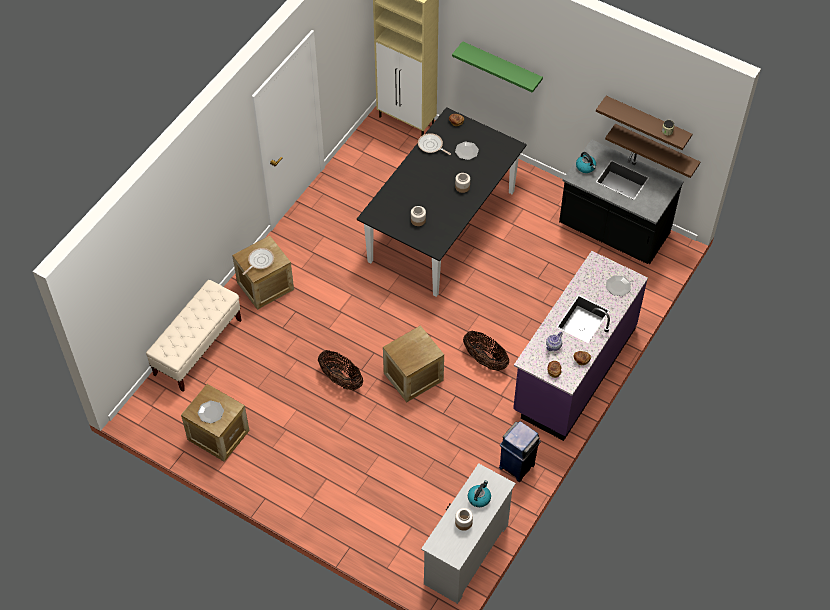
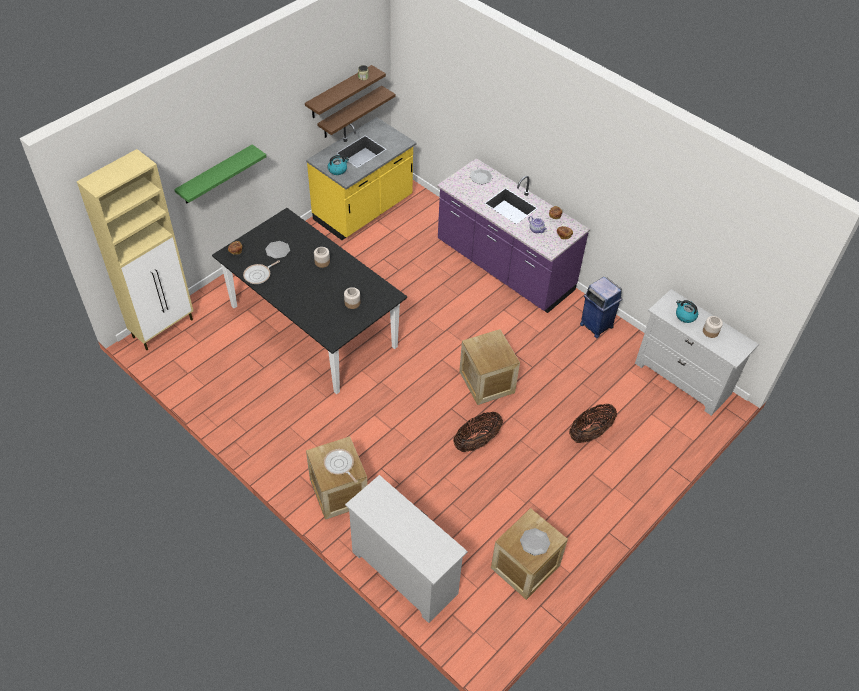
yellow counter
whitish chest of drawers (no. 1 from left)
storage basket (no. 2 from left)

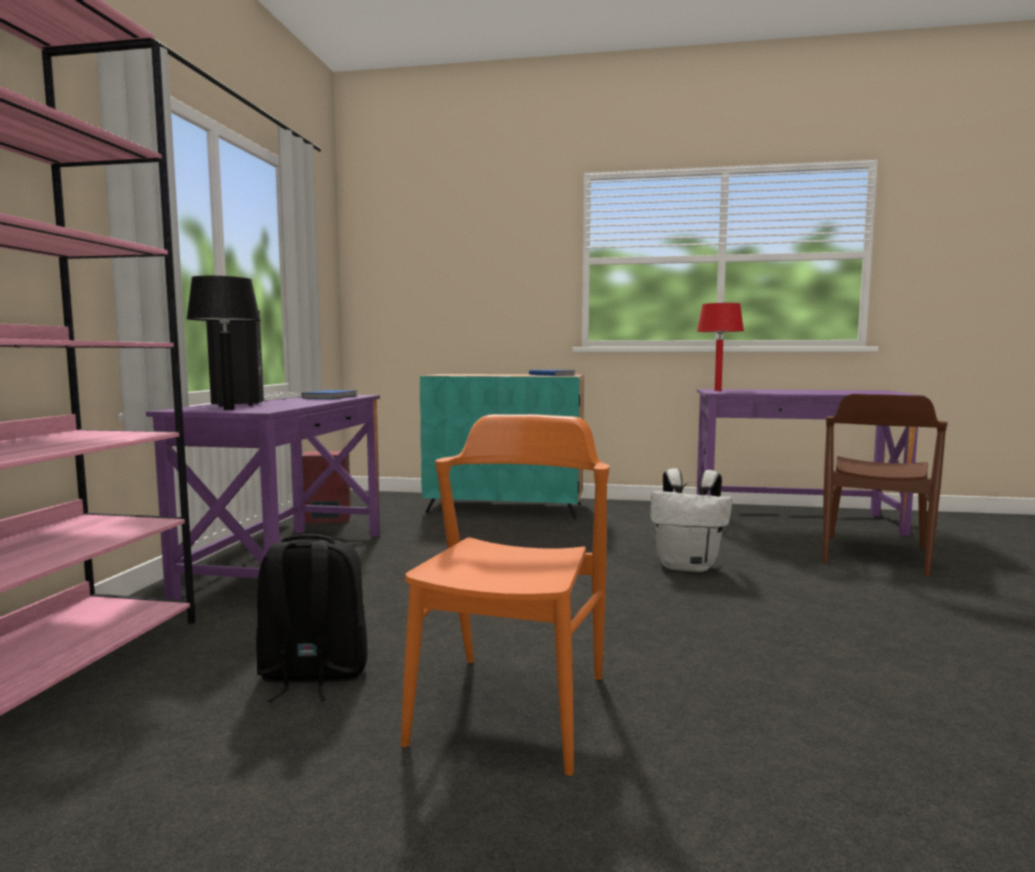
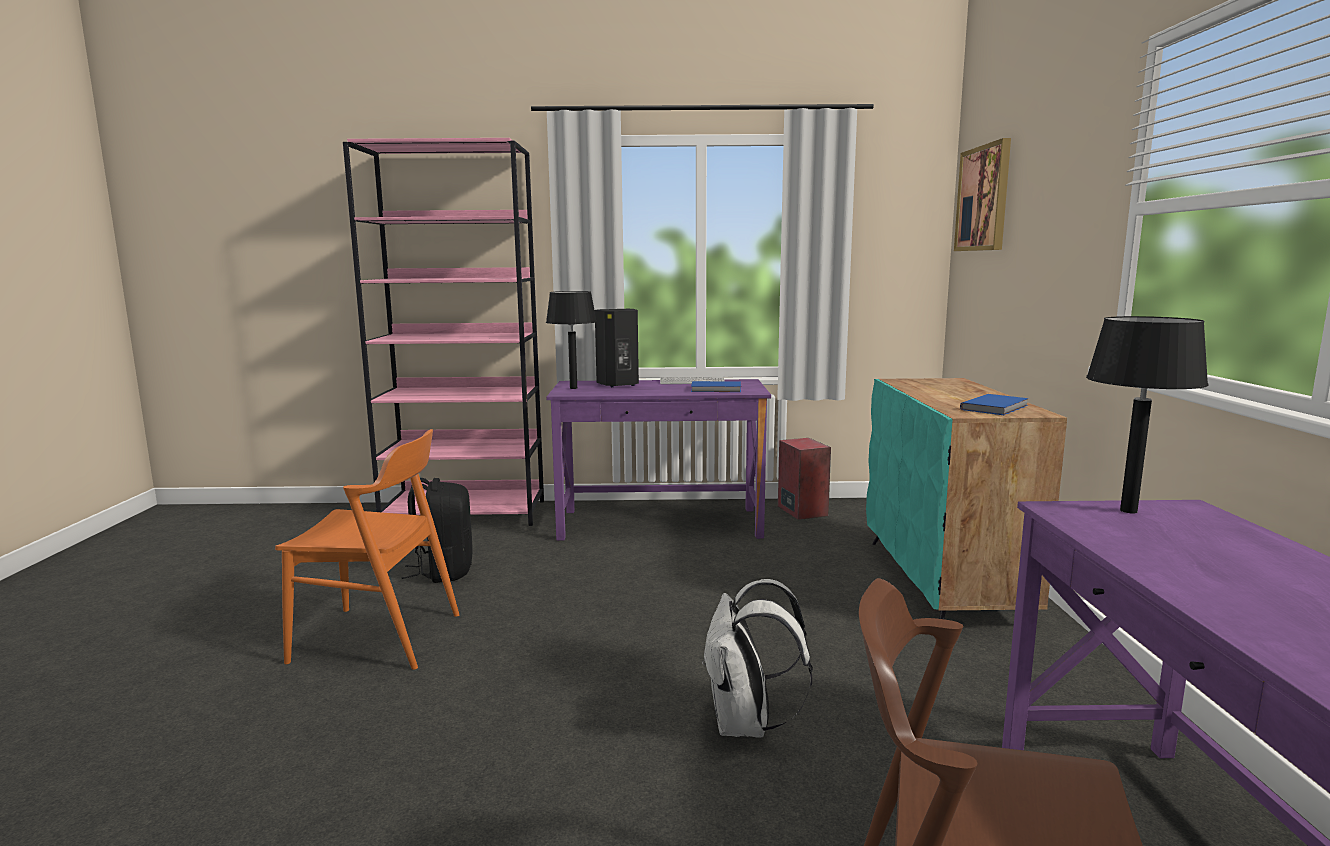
picture
black-coloured table lamp (no. 2 from left)

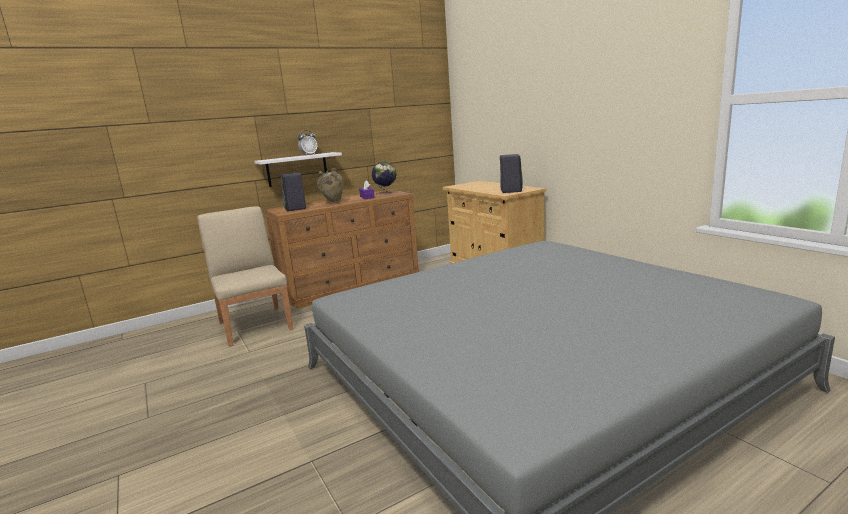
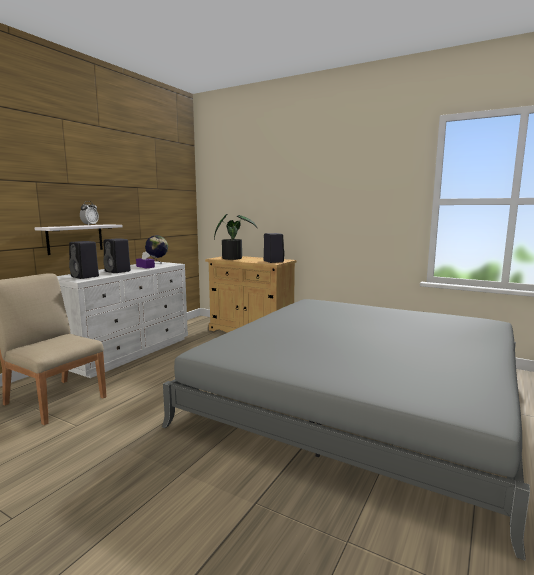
whitish chest of drawers
black-coloured loudspeaker (no. 2 from left)
potted plant

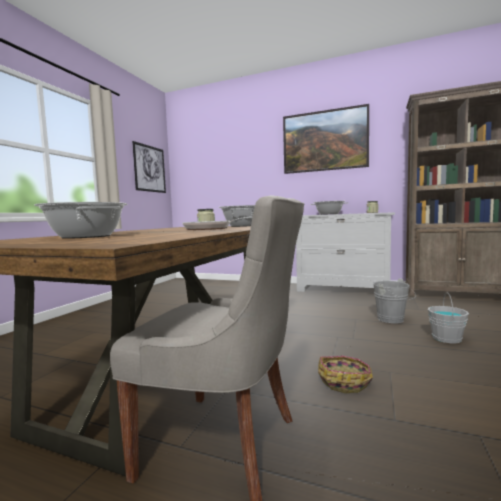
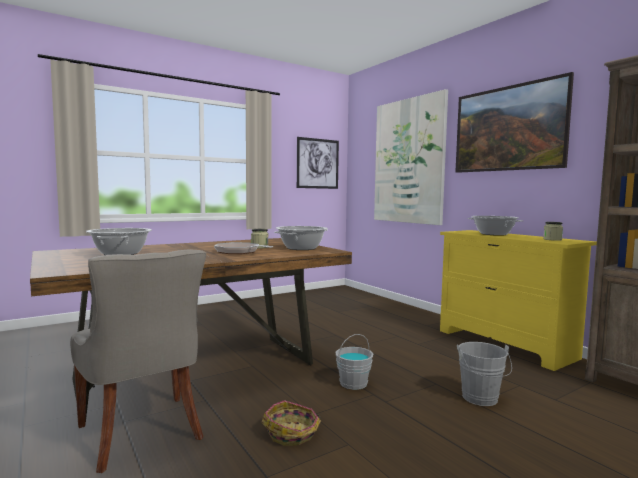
greyish water bucket (no. 1 from left)
picture (no. 2 from left)
yellow chest of drawers

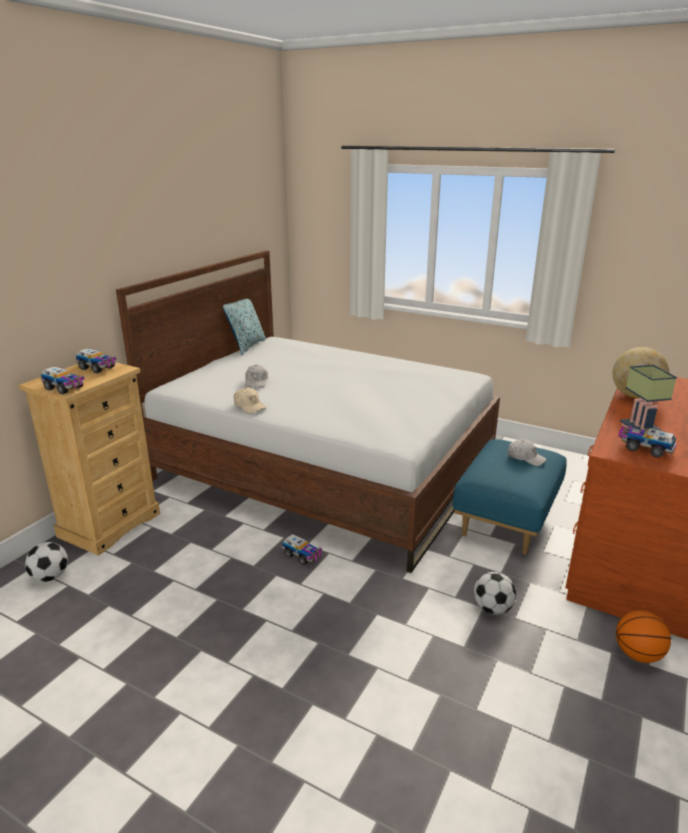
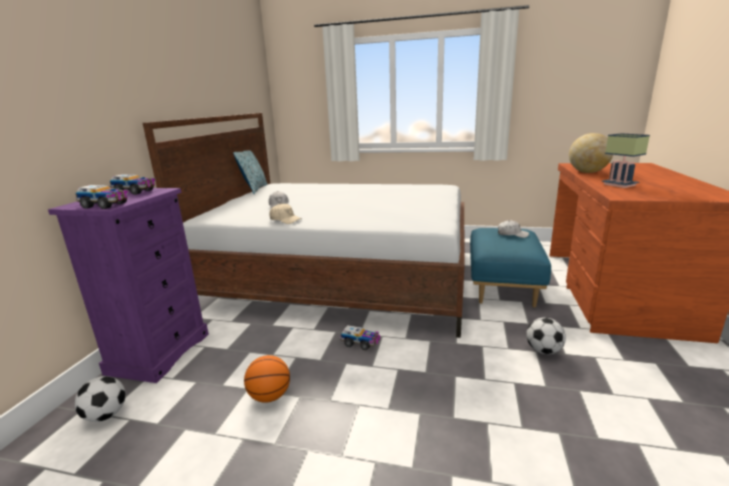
purple chest of drawers
basketball
toy lorry (no. 4 from left in the first image)

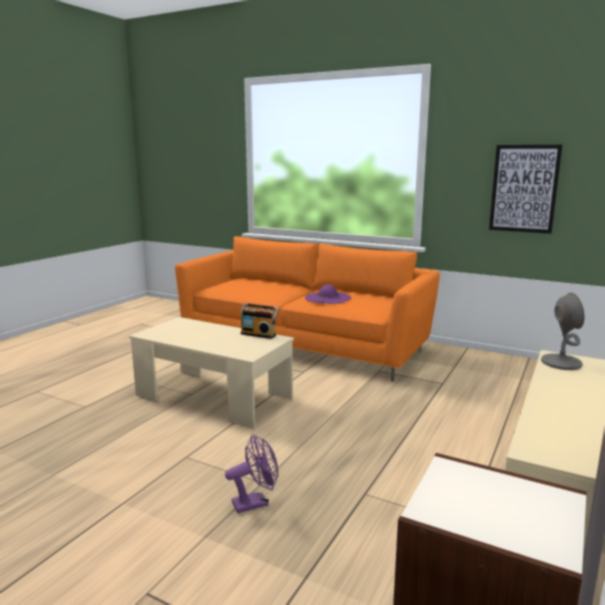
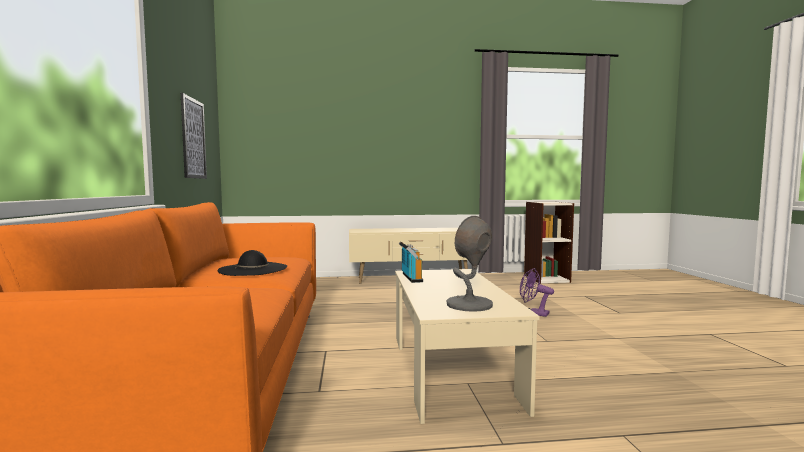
black-coloured wearable hat
greyish table lamp

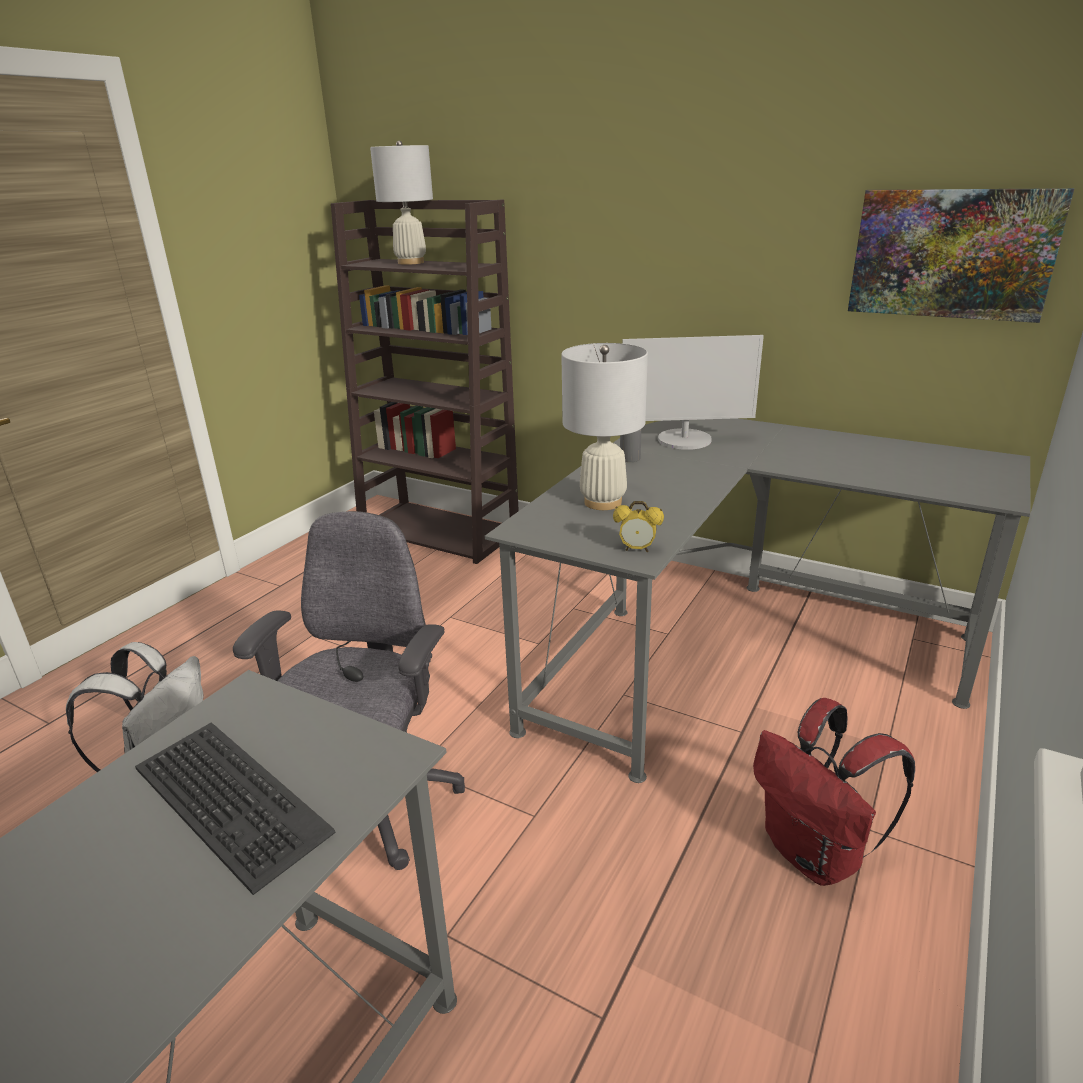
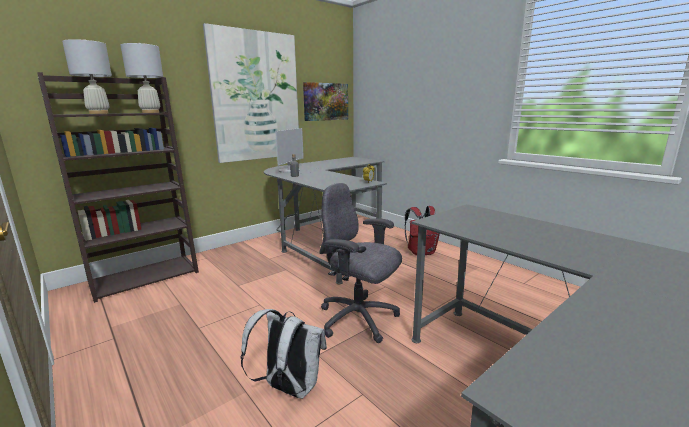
whitish table lamp (no. 2 from left)
picture (no. 1 from left)
PC keyboard

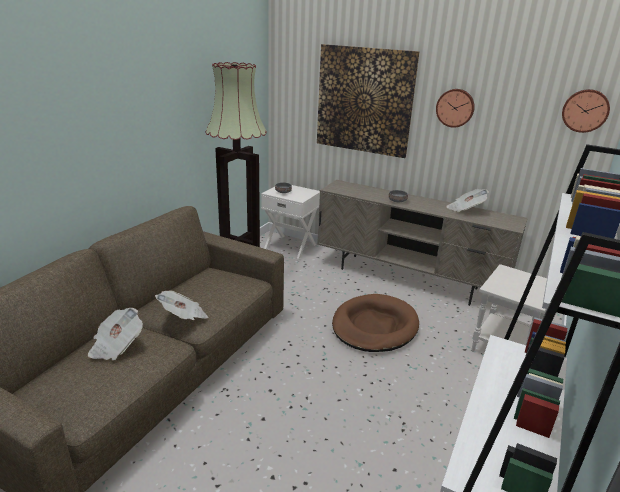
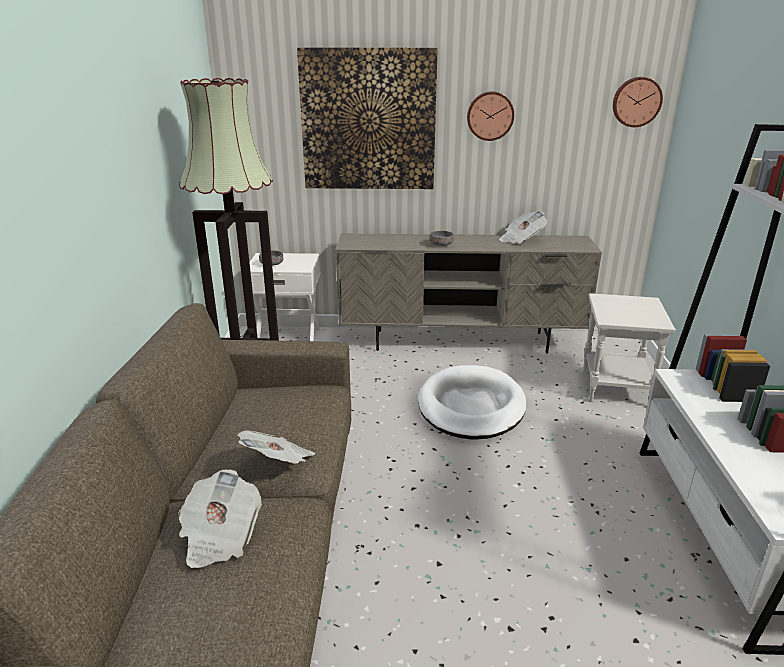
whitish dog bed

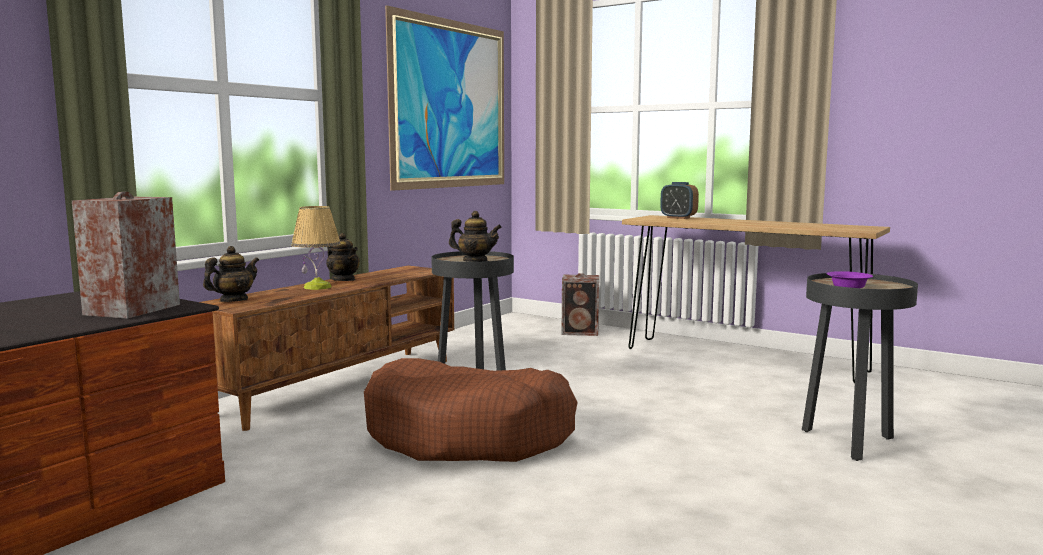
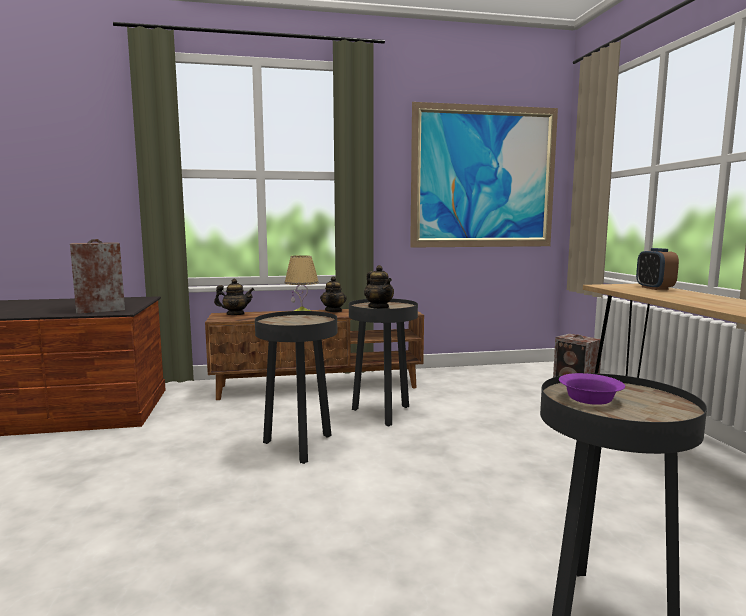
black-coloured side table (no. 1 from left)

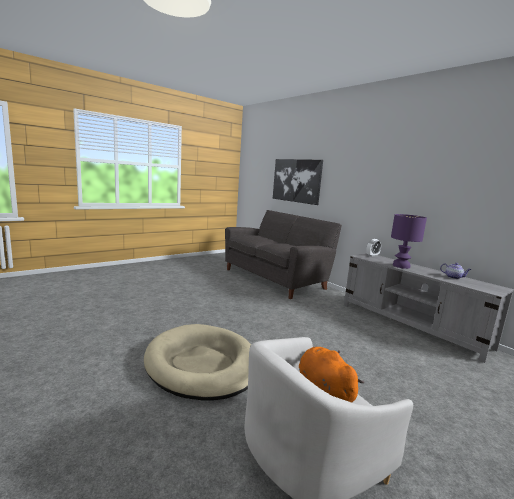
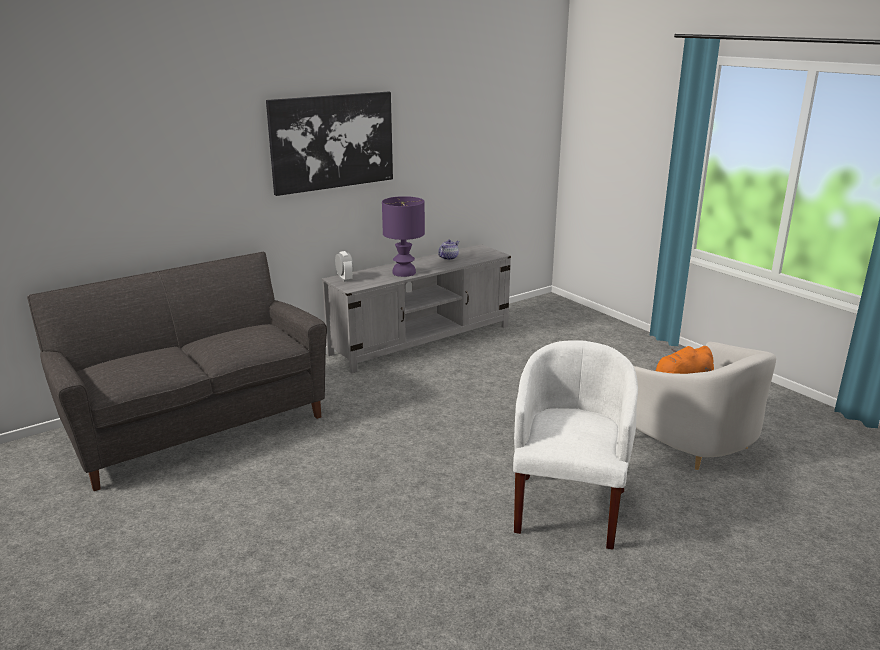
picture
whitish armchair (no. 1 from left)

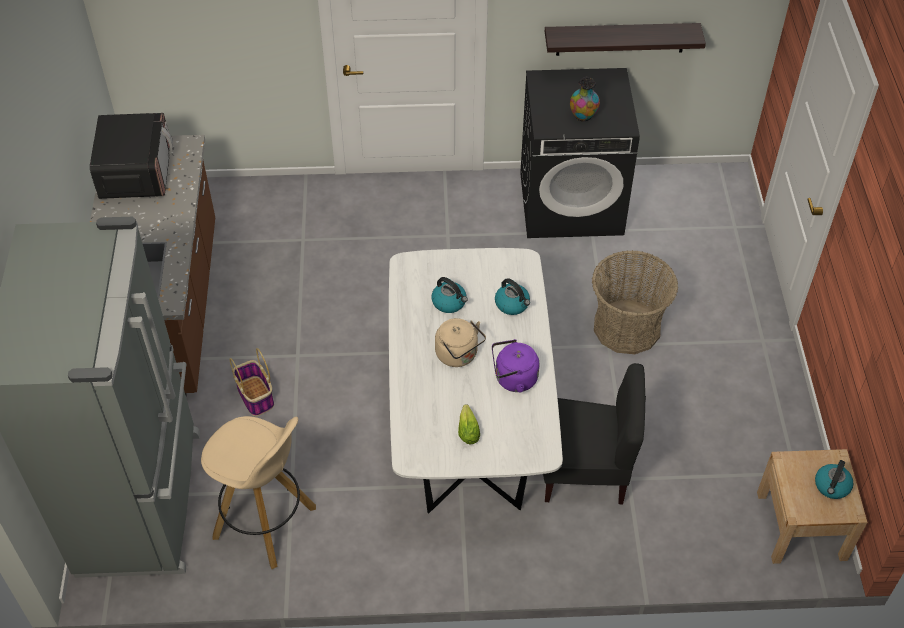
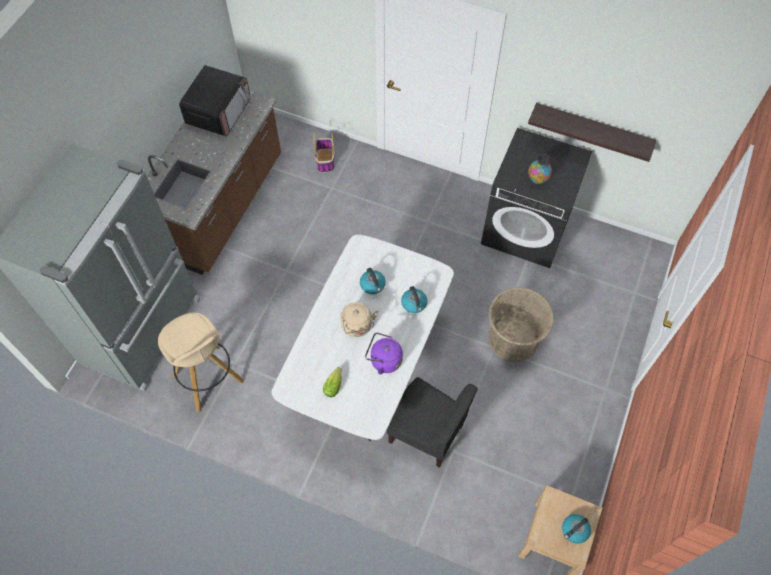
storage basket (no. 1 from left)

